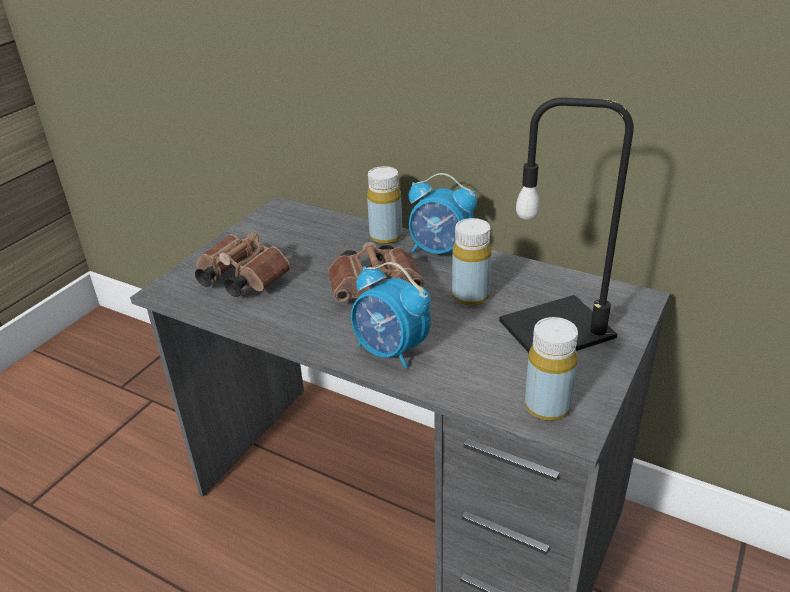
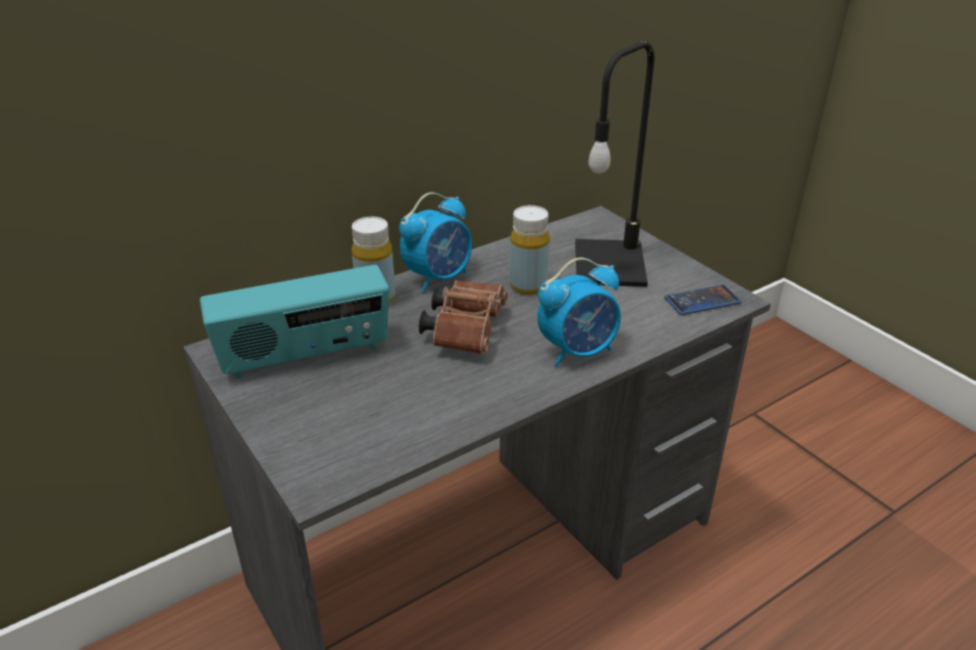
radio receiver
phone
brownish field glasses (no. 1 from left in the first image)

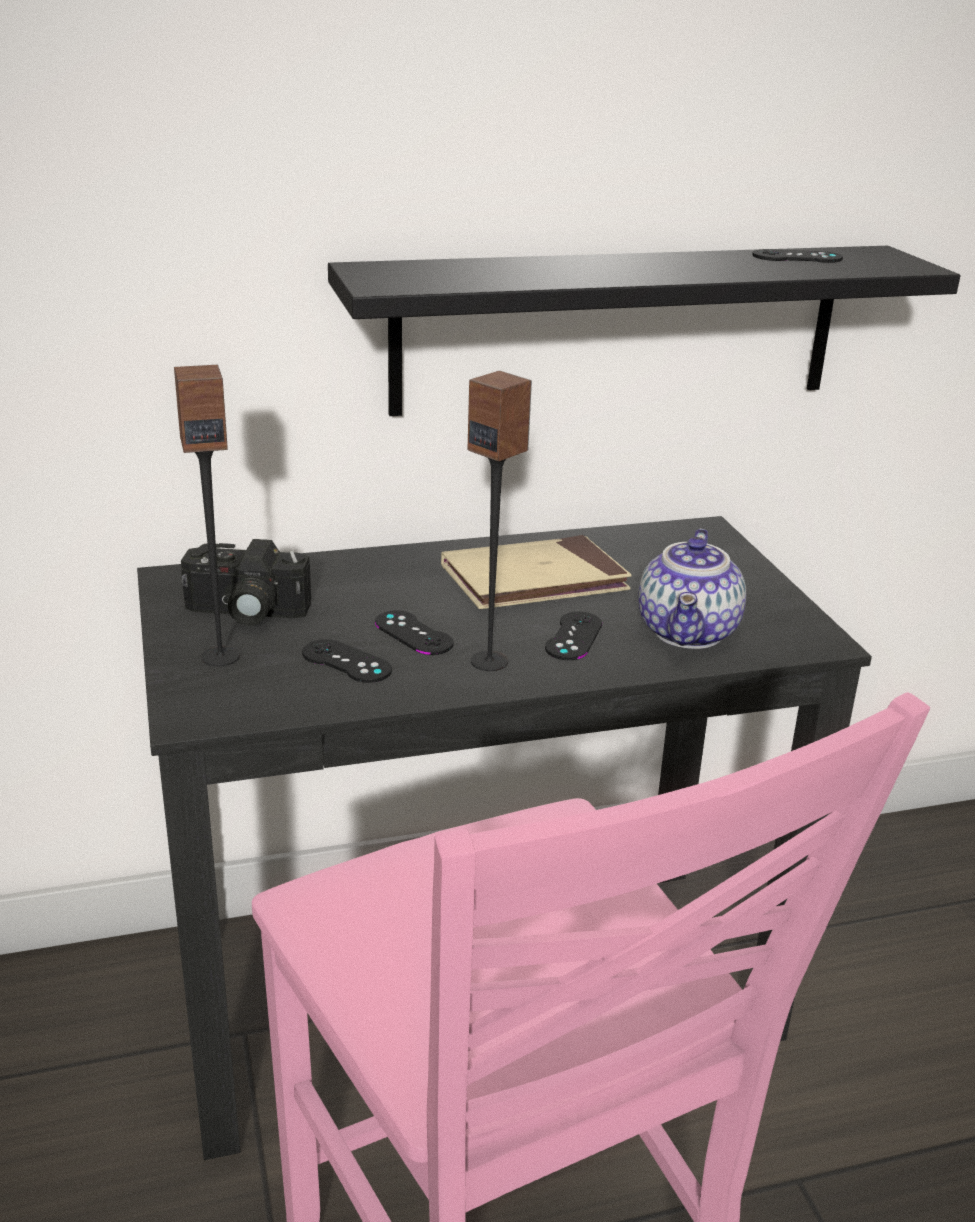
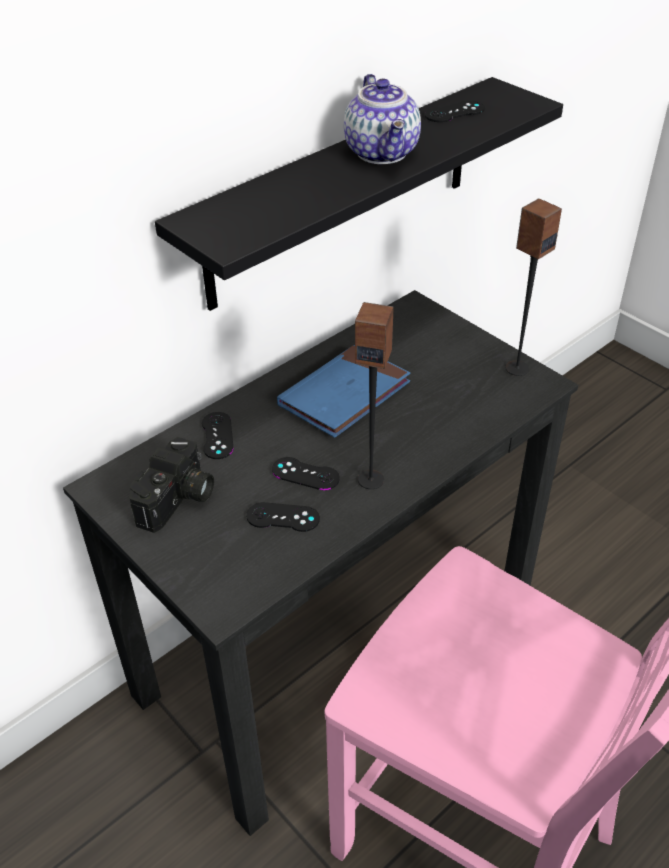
photo camera
black-coloured gamepad (no. 1 from left)
blue book
pot for tea
loudspeaker (no. 2 from left)

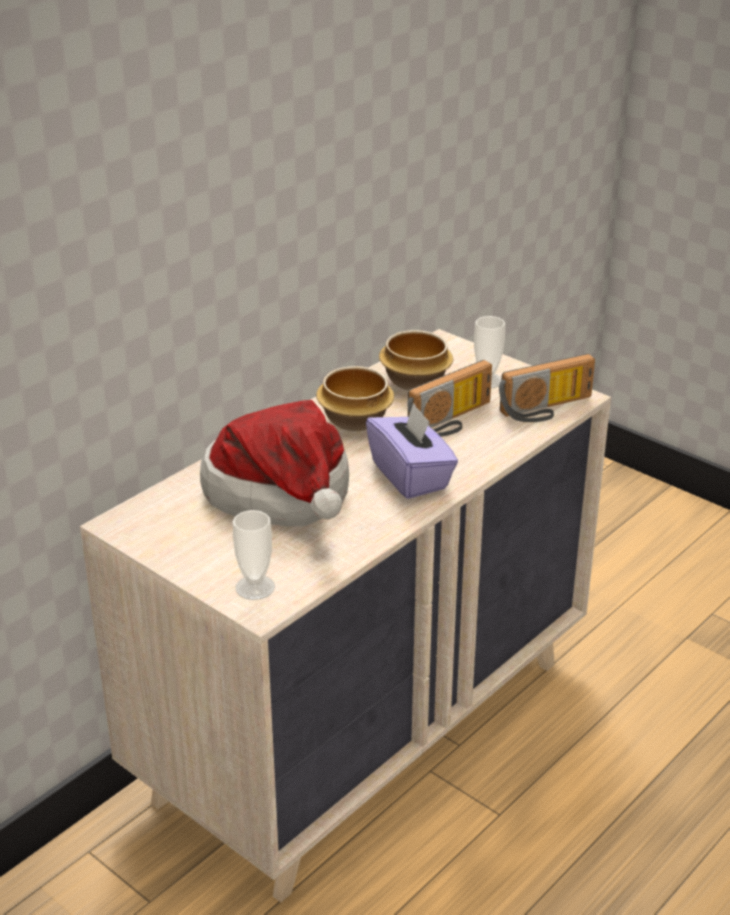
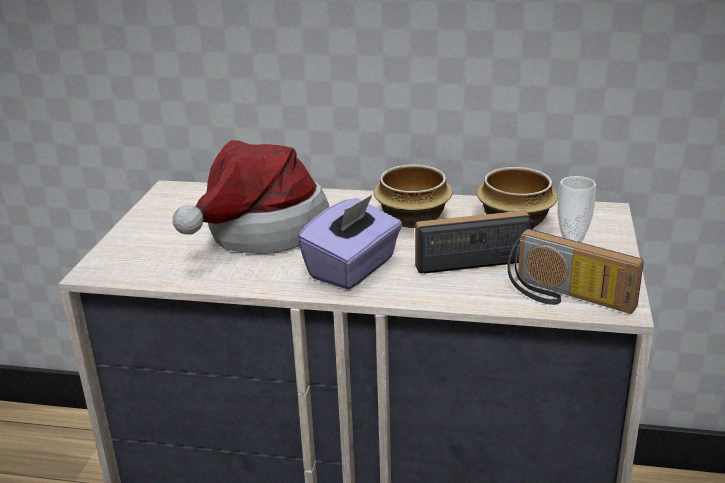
radio receiver (no. 1 from left)
drinking cup (no. 1 from left in the first image)

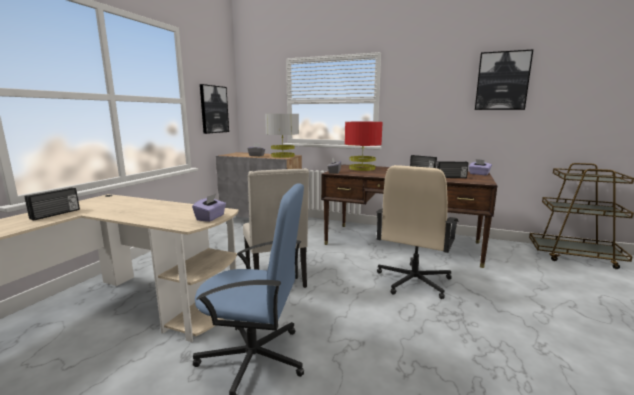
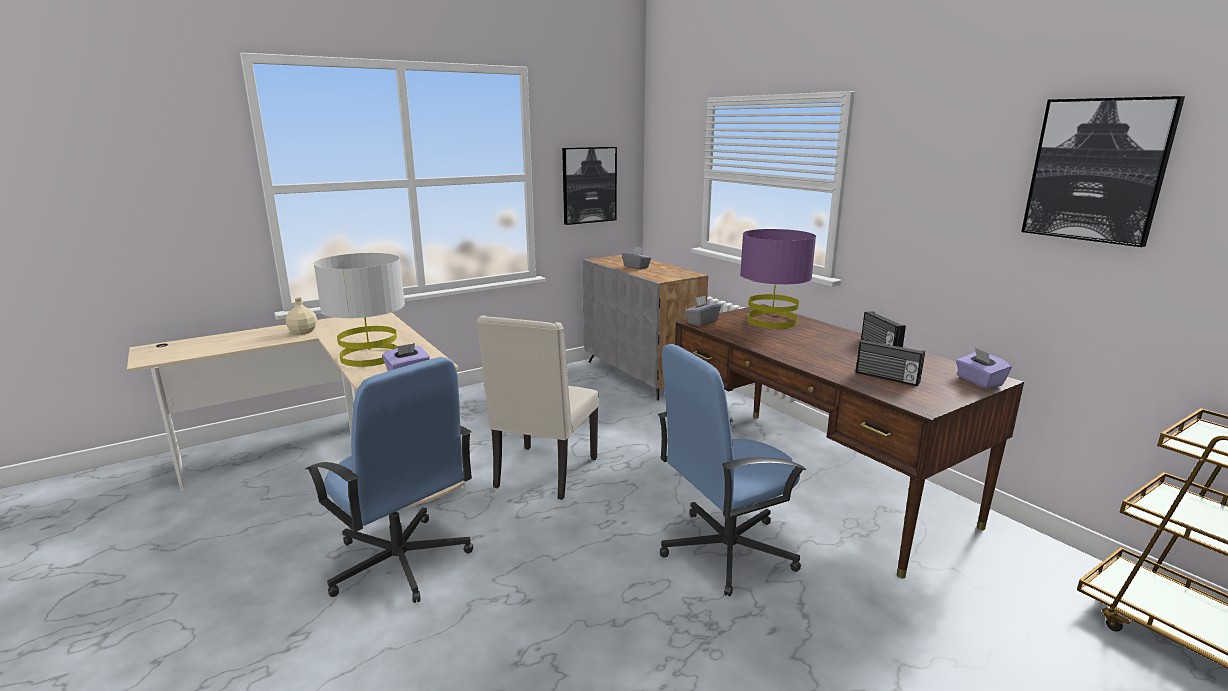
beige drink bottle
greyish table lamp
blue desk chair (no. 2 from left)
purple table lamp

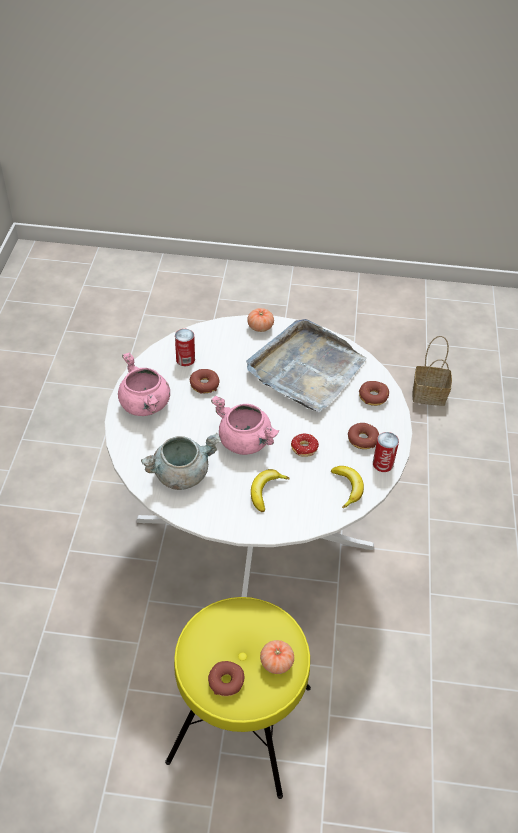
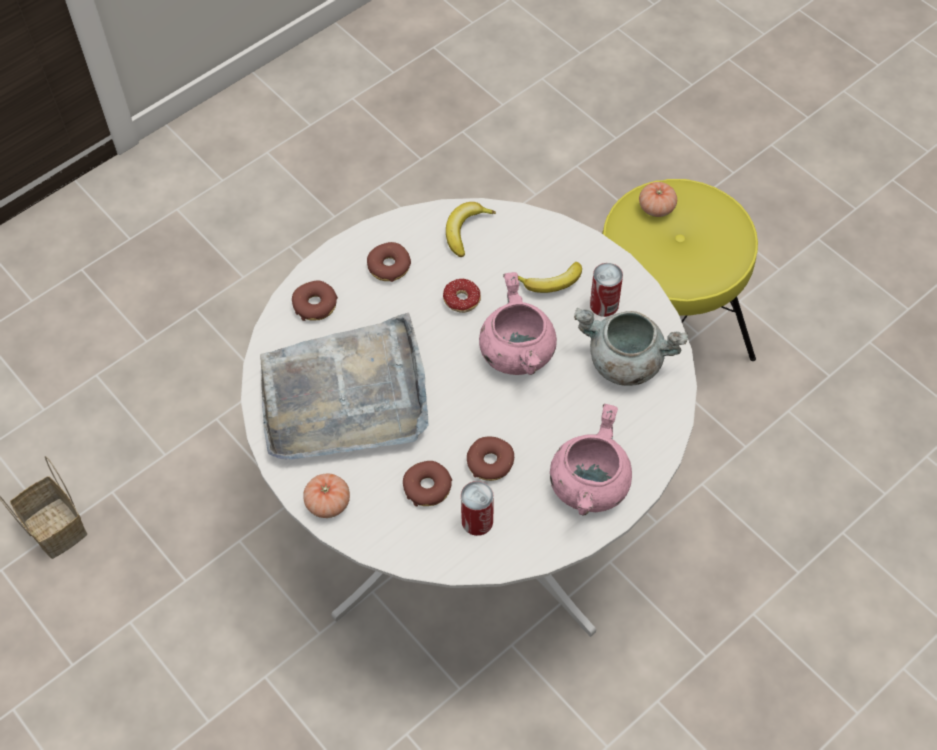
donut (no. 3 from left)
metal can (no. 2 from left)

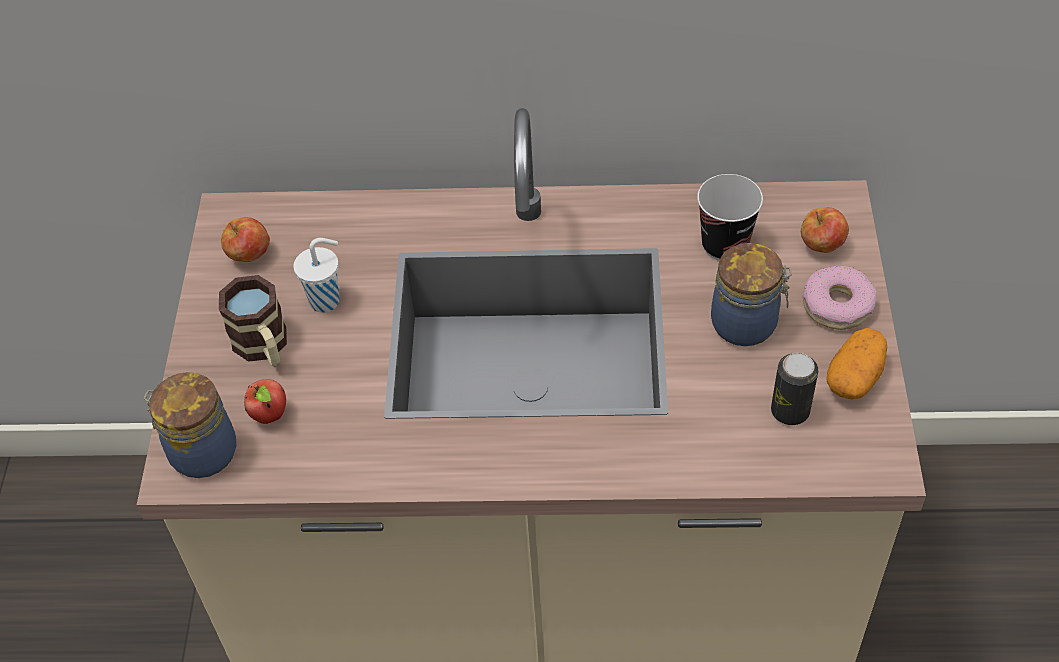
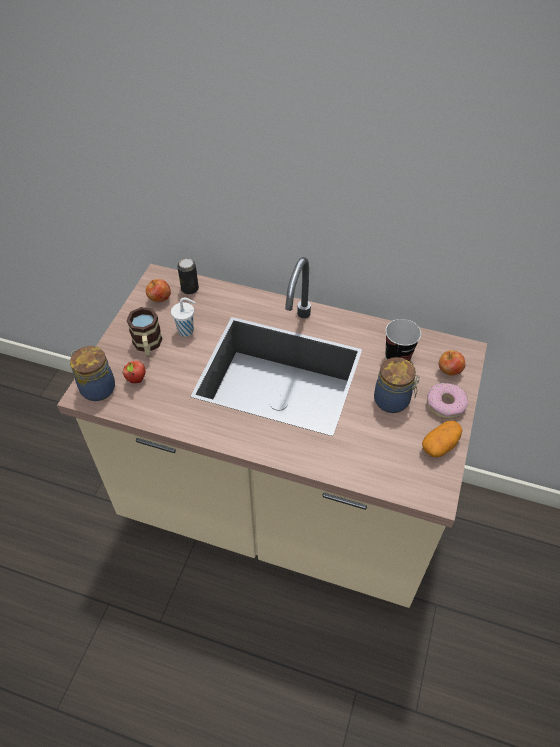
metal can

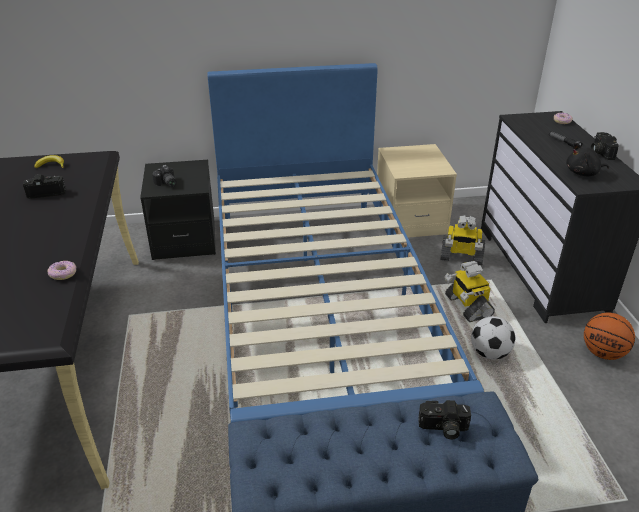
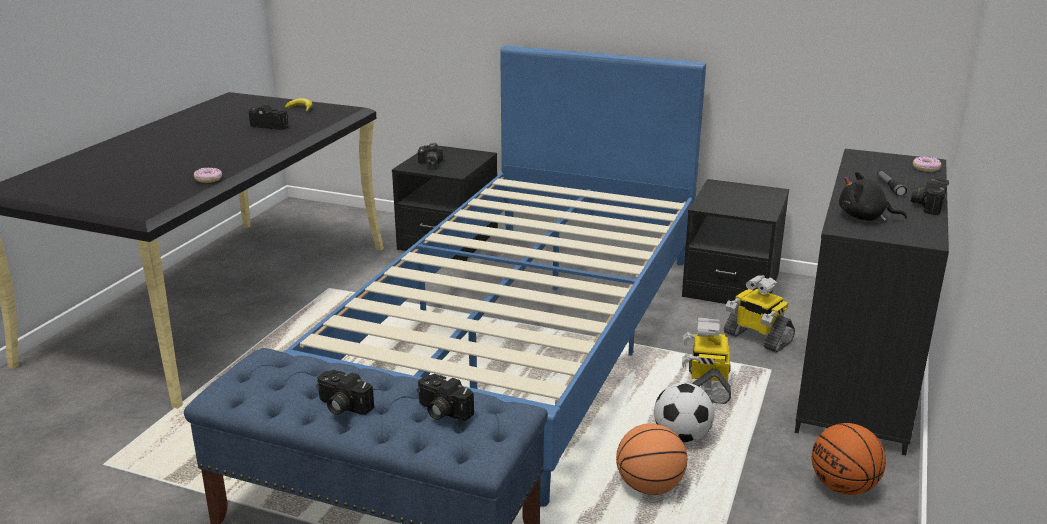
photo camera (no. 2 from left)
basketball (no. 1 from left)
black-coloured bedside table (no. 2 from left)

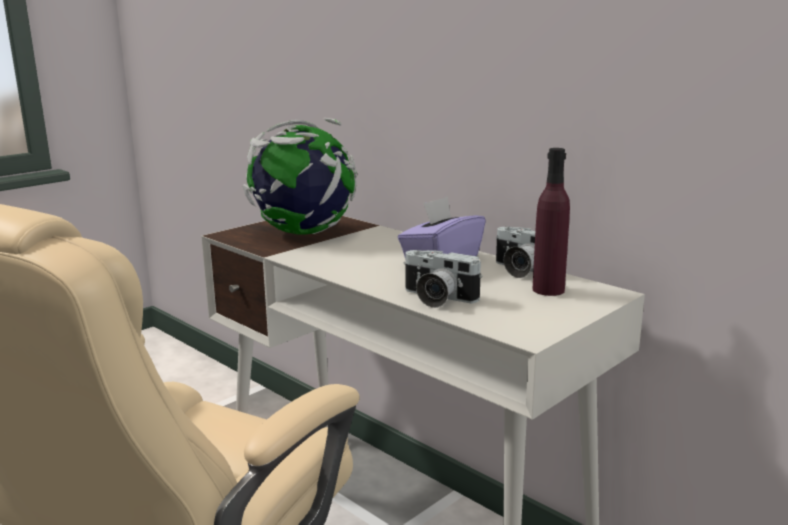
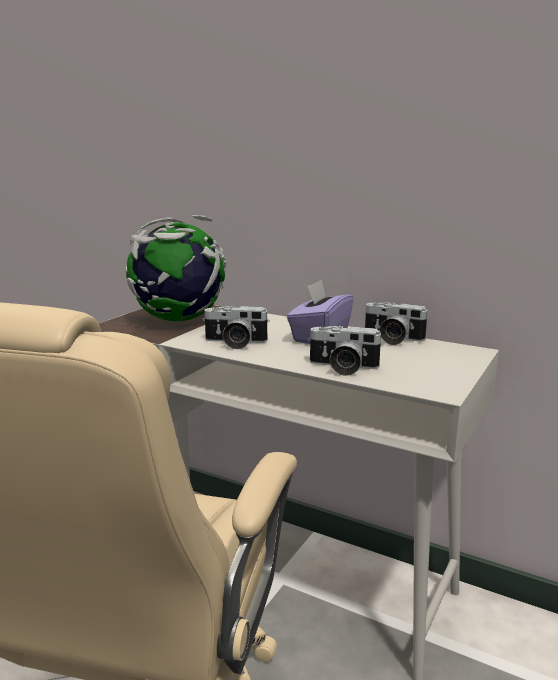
photo camera (no. 1 from left)
purple drink bottle

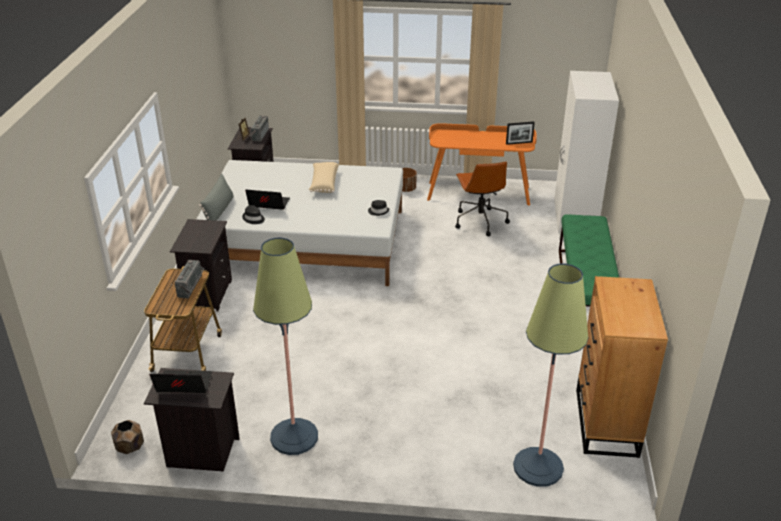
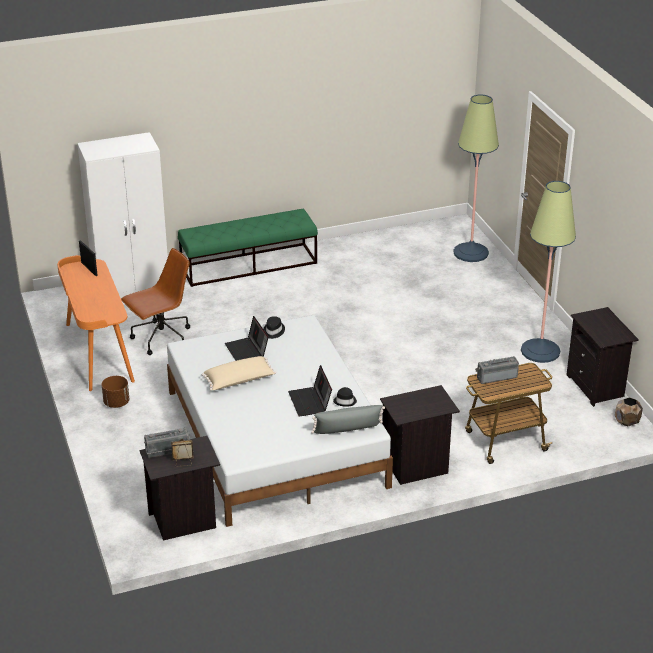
portable computer (no. 1 from left)
brownish chest of drawers

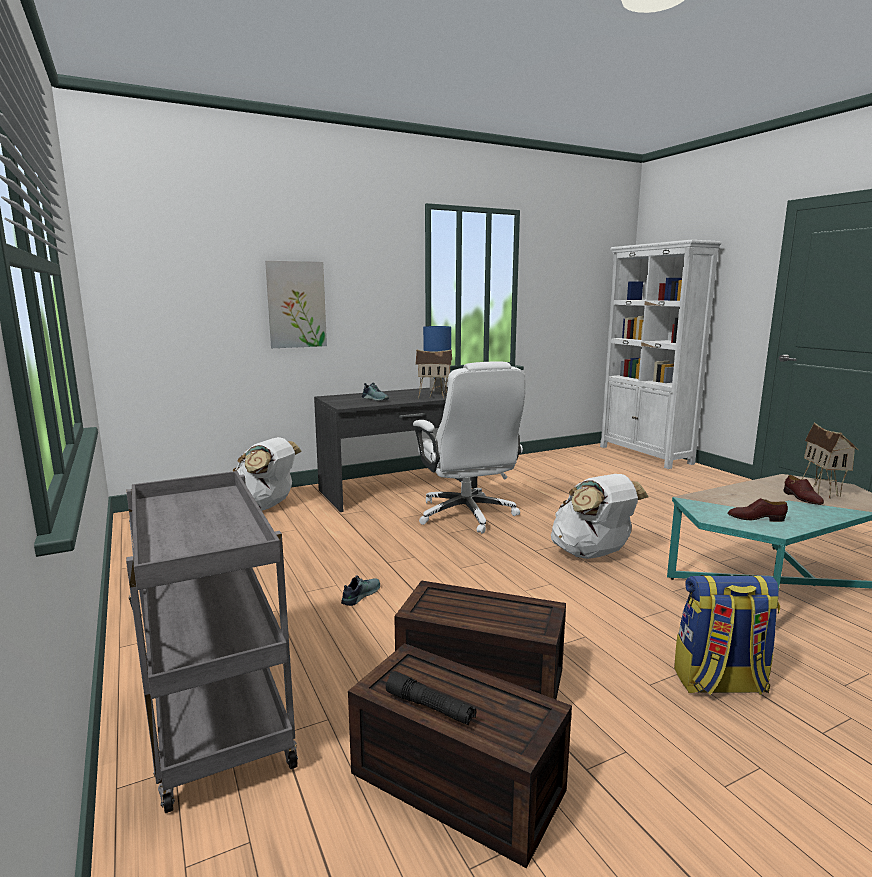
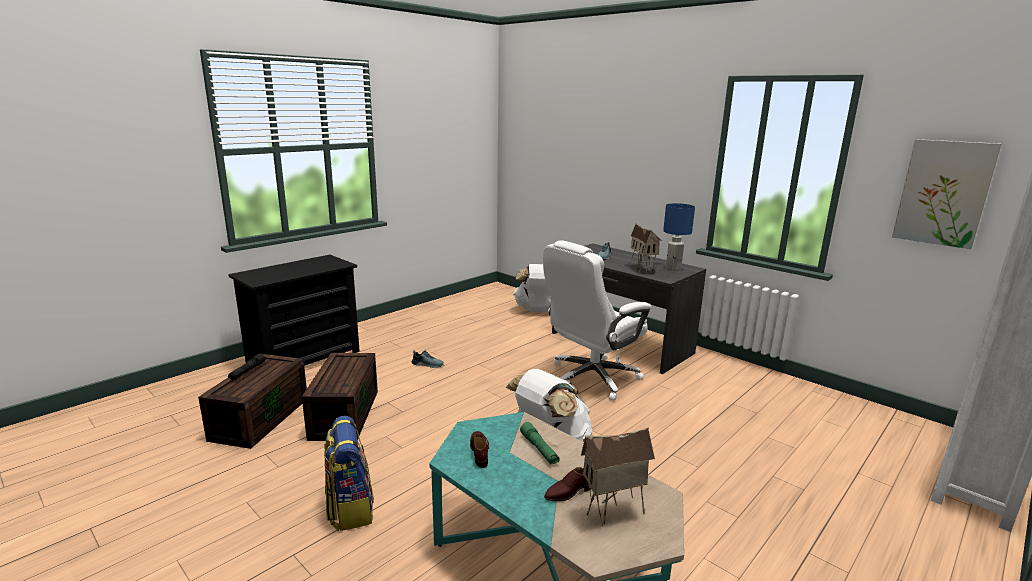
black-coloured chest of drawers
greenish torch
picture

